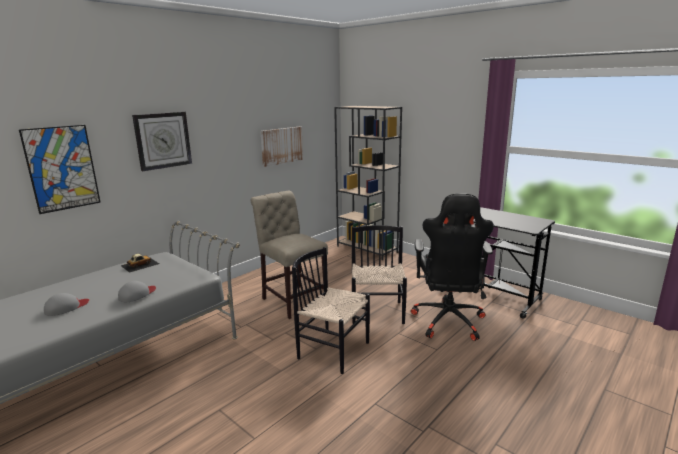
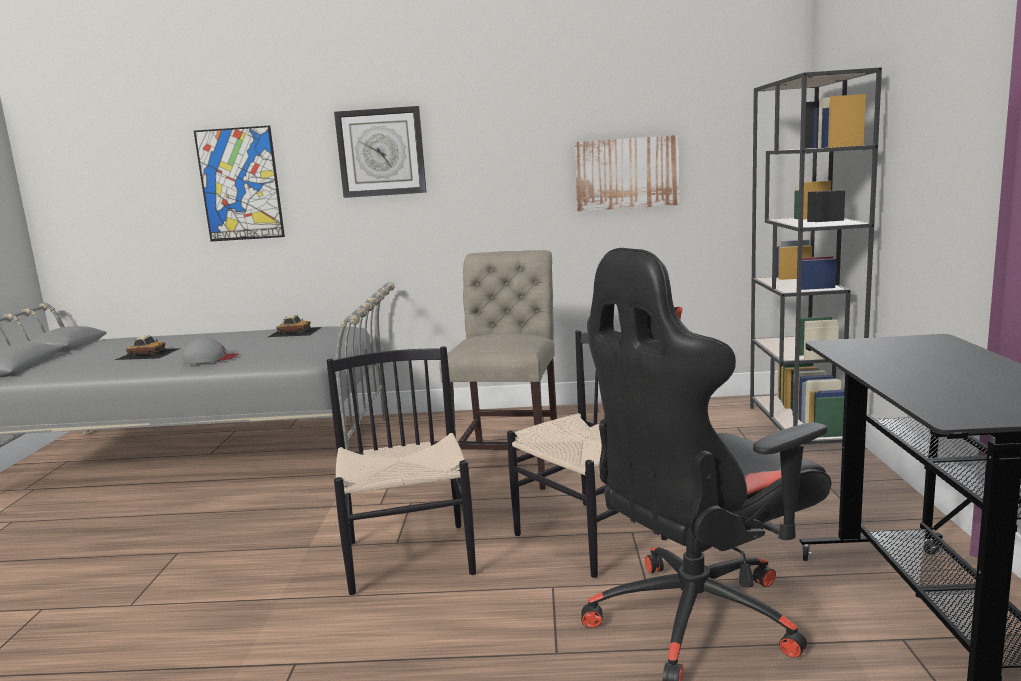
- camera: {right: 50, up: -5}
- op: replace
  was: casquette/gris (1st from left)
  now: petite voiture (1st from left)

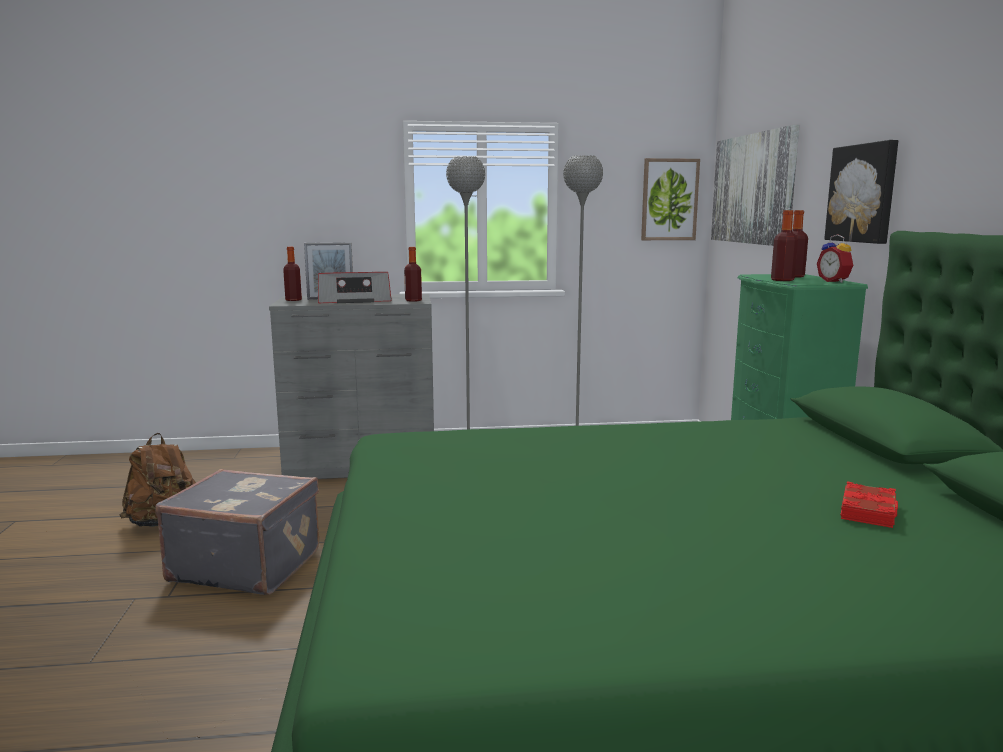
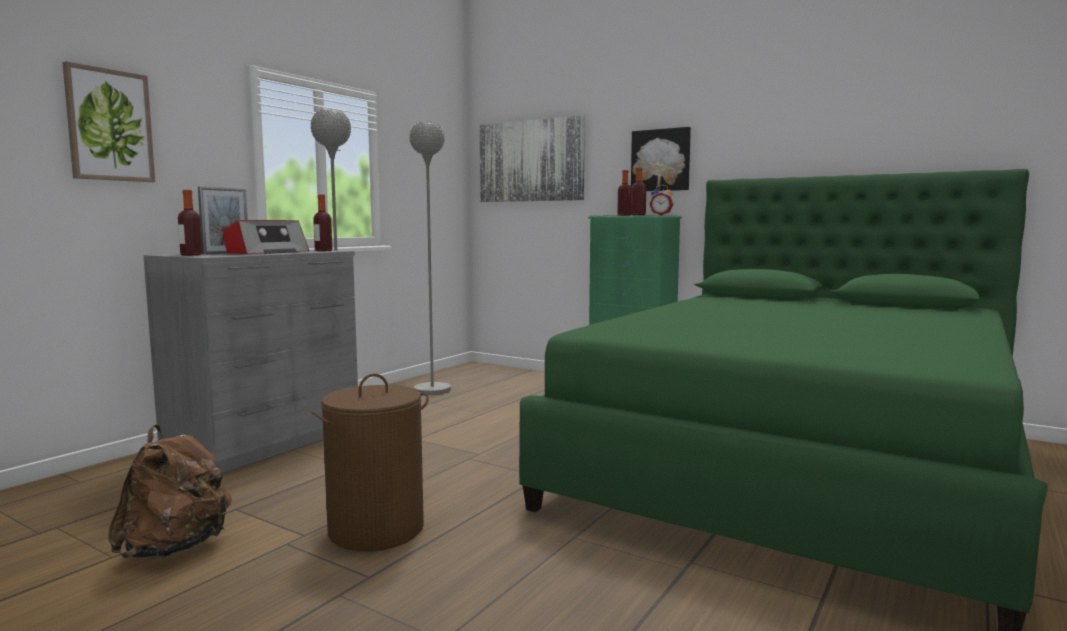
- camera: {right: -50, up: -5}
- op: move
  was: tableau (1st from left)
- op: replace
  was: valise/gris
  now: panier à linge/marron
- op: delete
  was: livre/rouge

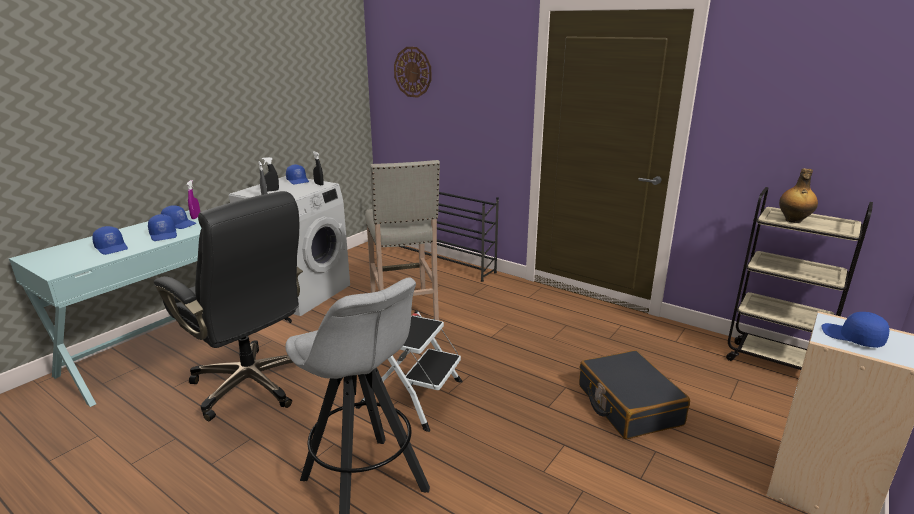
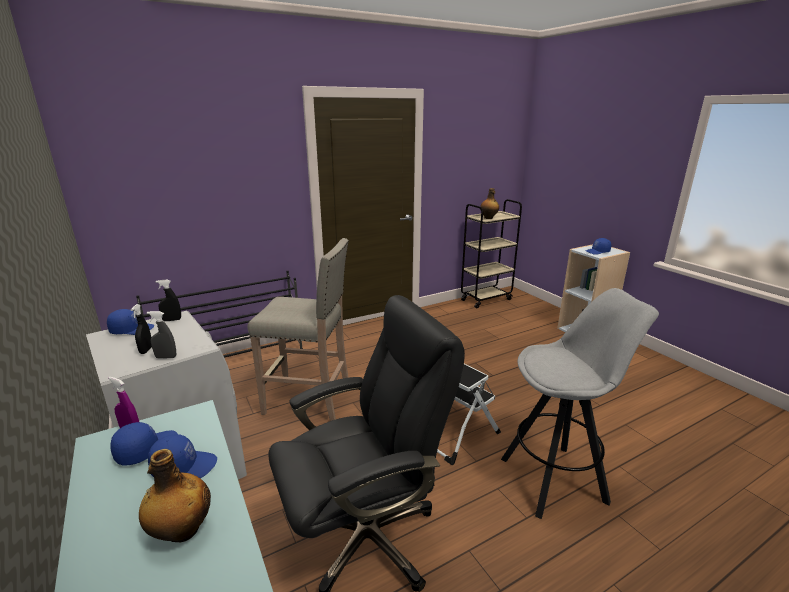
- camera: {right: -65, up: 0}
- op: delete
  was: horloge murale
- op: replace
  was: casquette/bleu (1st from left)
  now: bouteille (1st from left)
- op: delete
  was: valise/noir

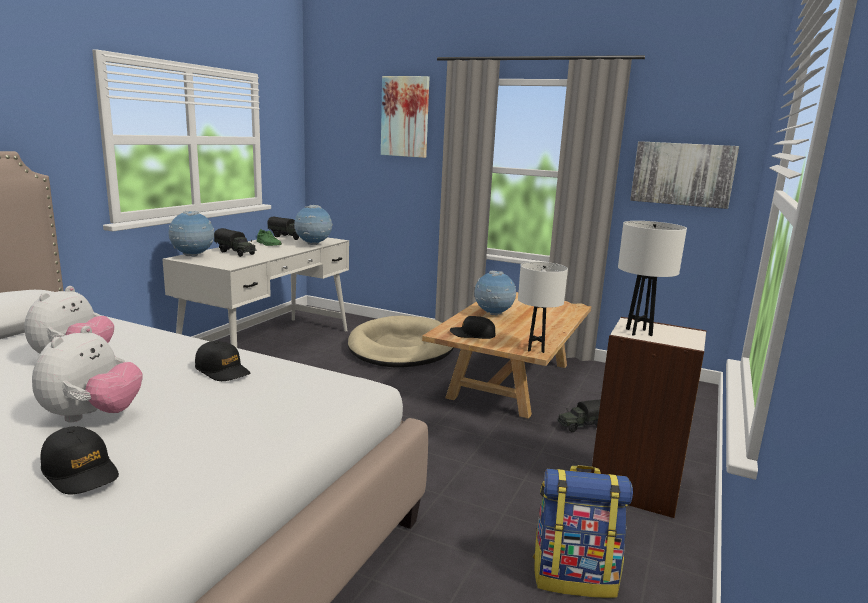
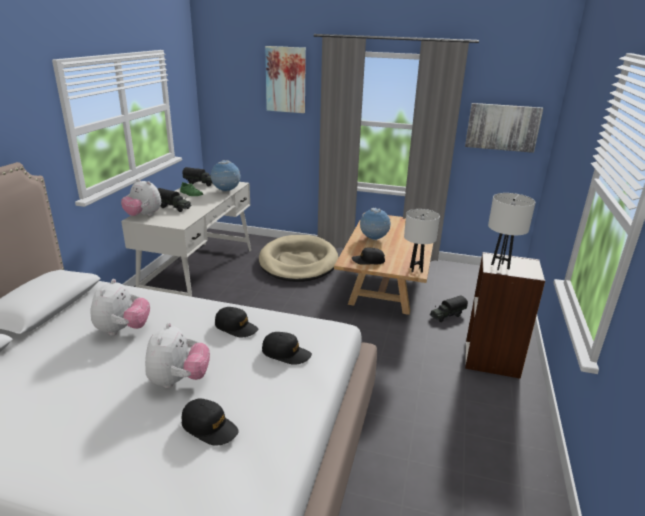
- camera: {right: -10, up: 10}
- op: replace
  was: globe (1st from left)
  now: peluche (2nd from left)
- op: delete
  was: sac à dos
- op: insert
  now: casquette/noir (3rd from left)

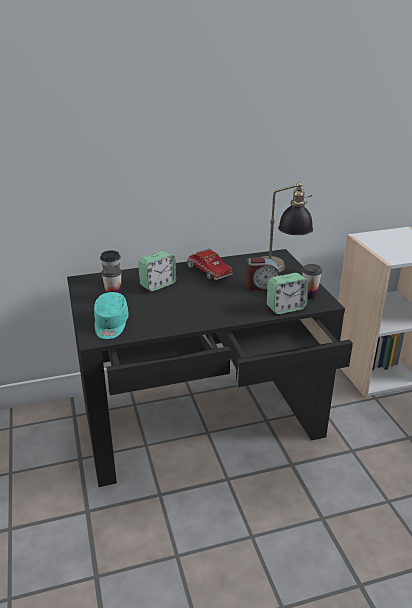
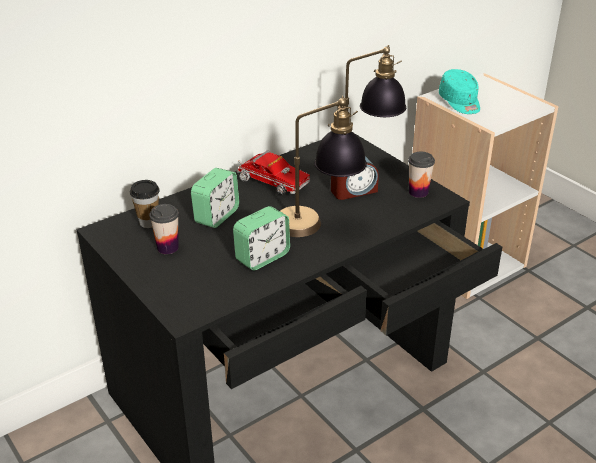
- camera: {right: -20, up: 5}
- op: move
  was: réveil (3rd from left in the first image)
  now: réveil (2nd from left)
- op: move
  was: casquette/turquoise
- op: insert
  now: lampe de table (1st from left)

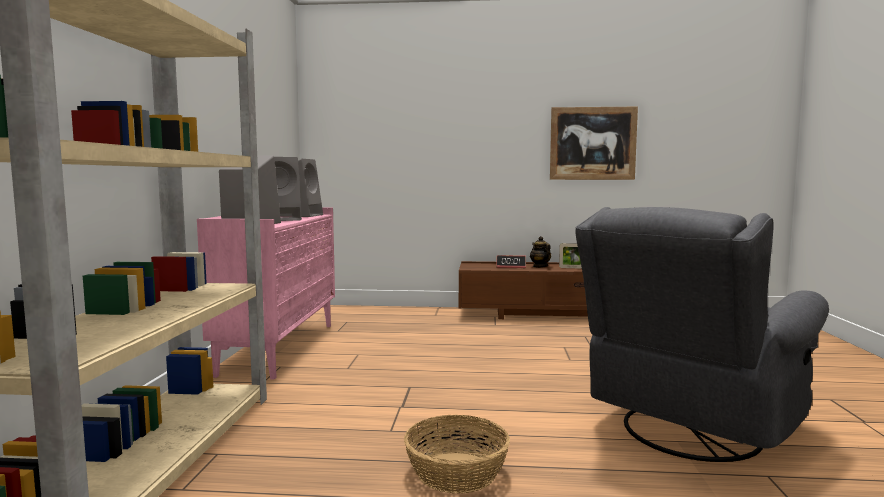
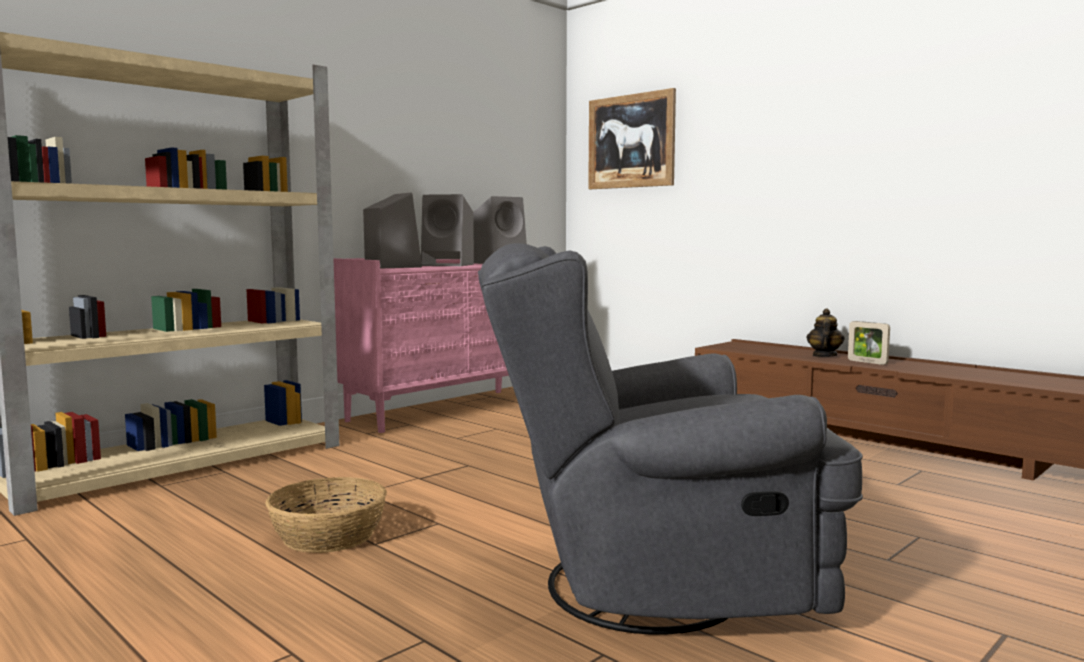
- camera: {right: 40, up: 0}
- op: move
  was: tableau
- op: delete
  was: réveil

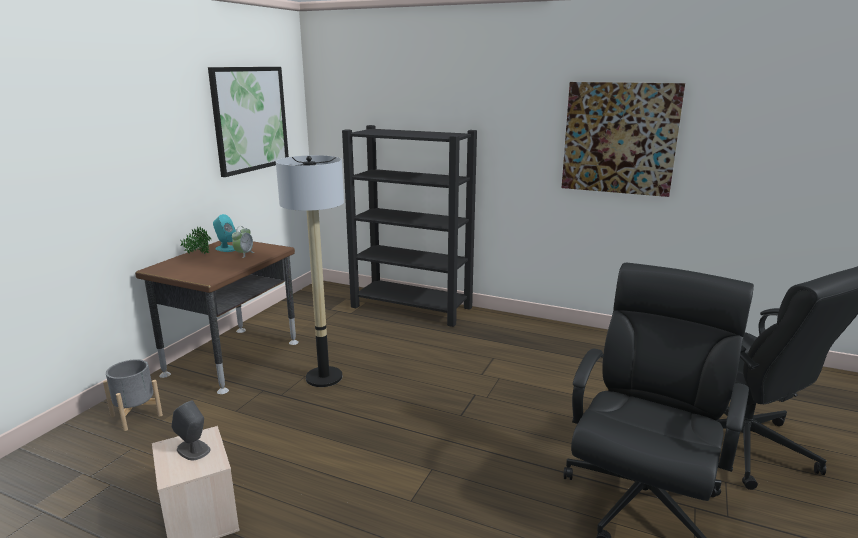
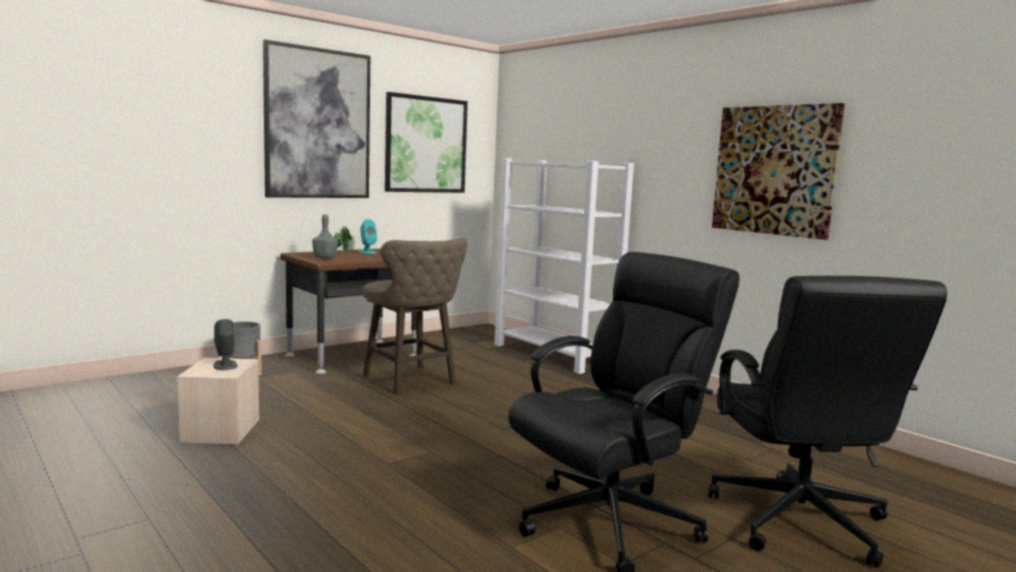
- camera: {right: 25, up: -10}
- op: recolor
  was: bibliothèque/noir
  now: bibliothèque/blanc
- op: replace
  was: lampadaire
  now: tabouret/beige
- op: delete
  was: réveil
- op: insert
  now: tableau (1st from left)
- op: insert
  now: bouteille/gris

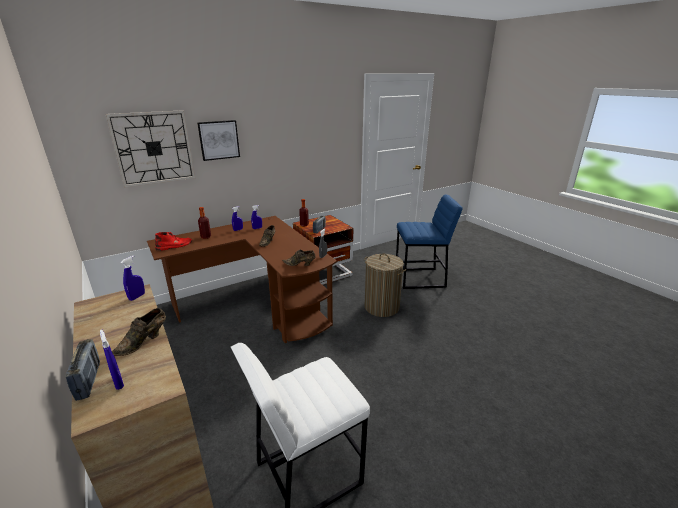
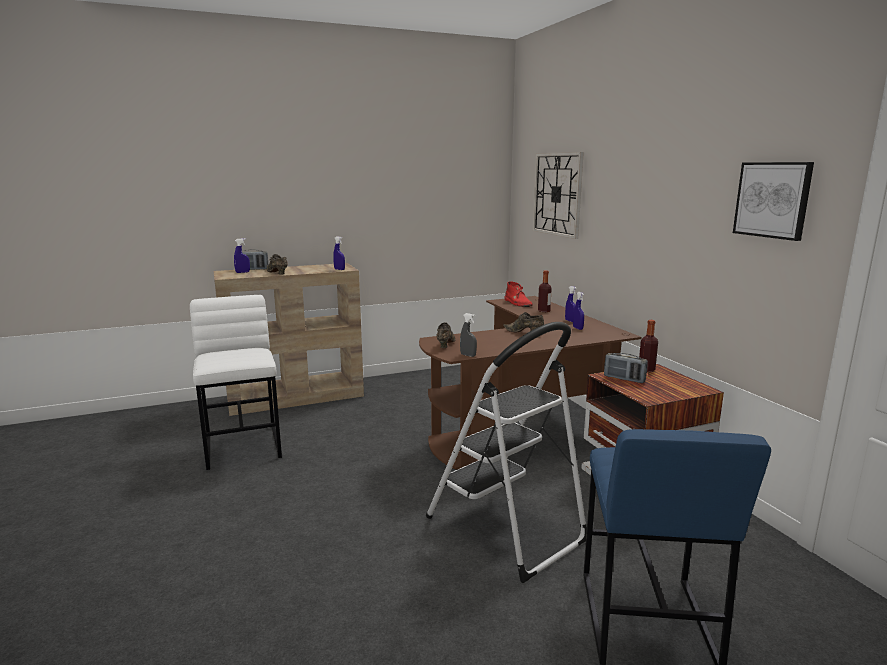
- camera: {right: 100, up: -10}
- op: move
  was: tableau
- op: replace
  was: panier à linge
  now: escabeau

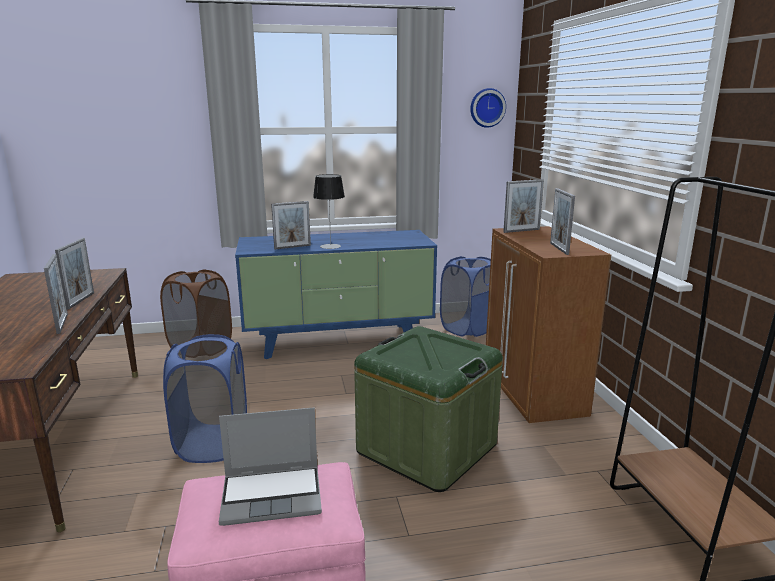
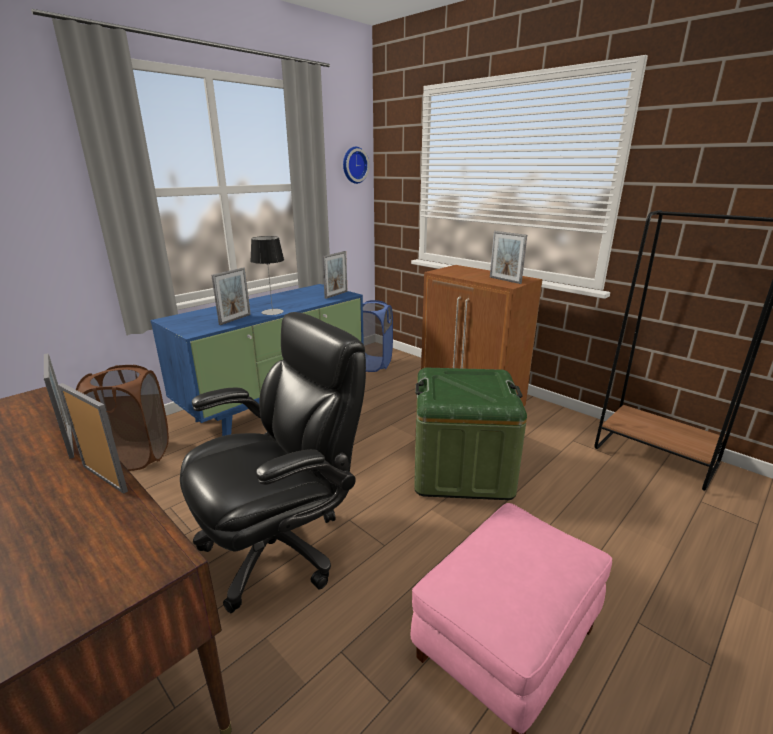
- camera: {right: -35, up: 5}
- op: move
  was: cadre photo (4th from left)
- op: replace
  was: panier à linge/bleu (1st from left)
  now: chaise de bureau/noir
- op: delete
  was: ordinateur portable

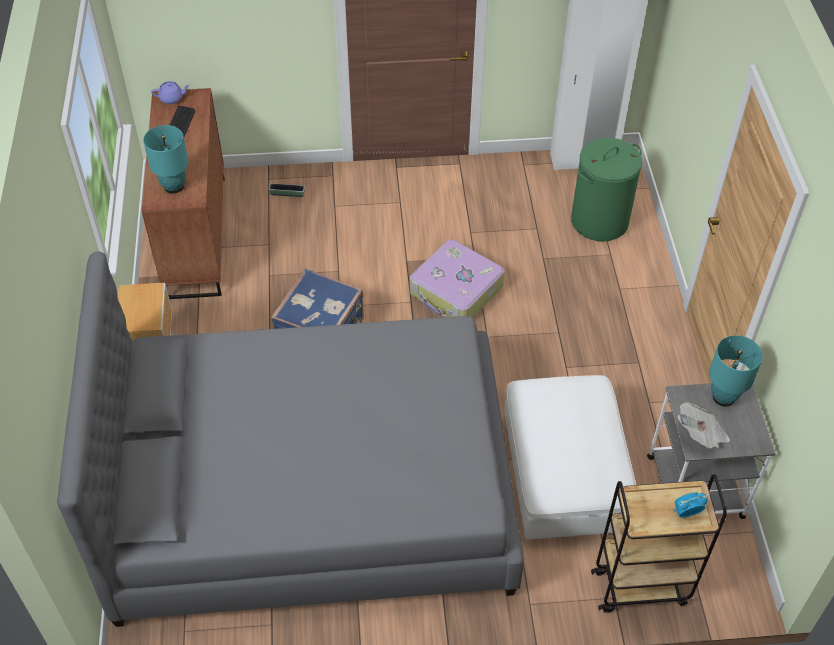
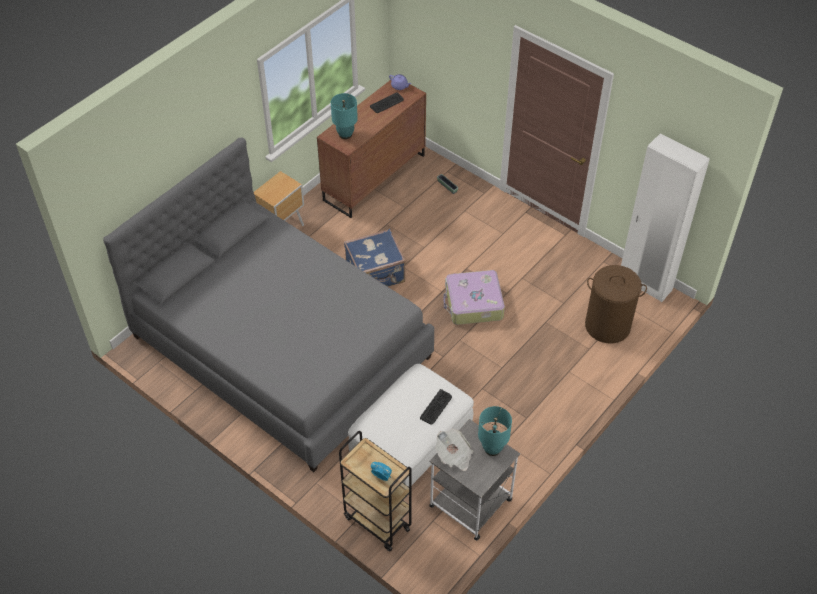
- camera: {right: 45, up: 0}
- op: recolor
  was: panier à linge/vert
  now: panier à linge/marron
- op: insert
  now: clavier (2nd from left)

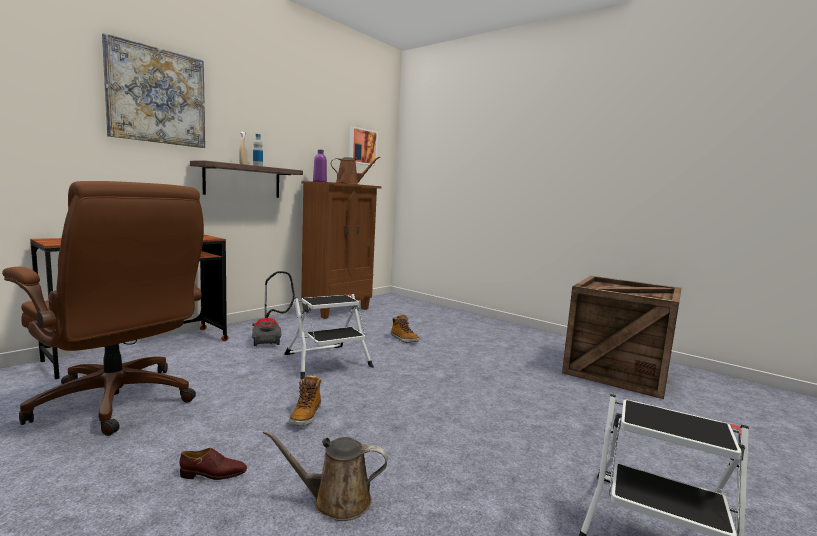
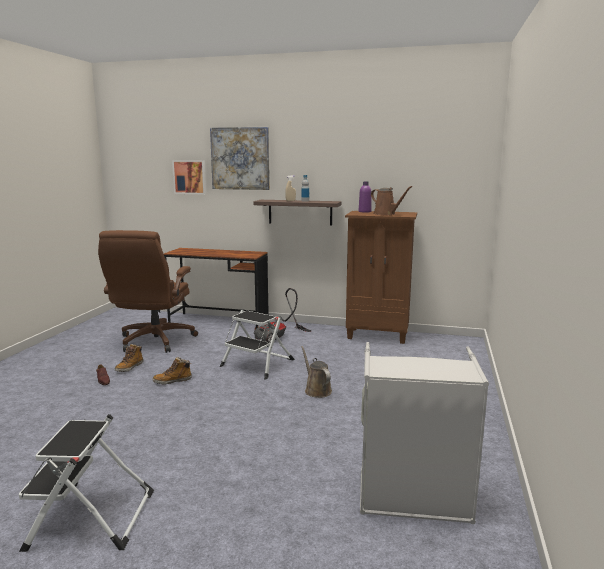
- camera: {right: 65, up: 5}
- op: move
  was: tableau (2nd from left in the first image)
  now: tableau (1st from left)
- op: replace
  was: caisse
  now: panier à linge/gris
- op: move
  was: botte (2nd from left in the first image)
  now: botte (1st from left)
- op: move
  was: arrosoir/marron (1st from left)

